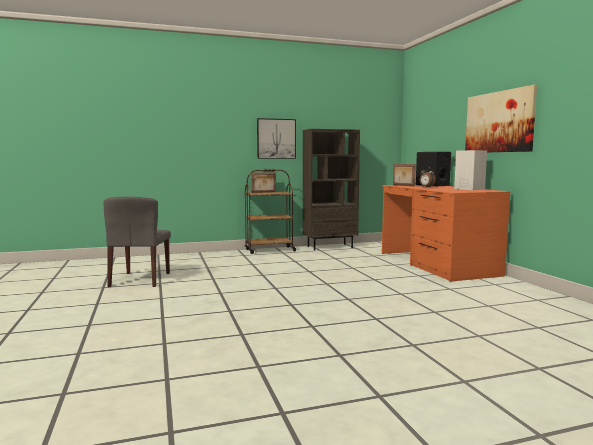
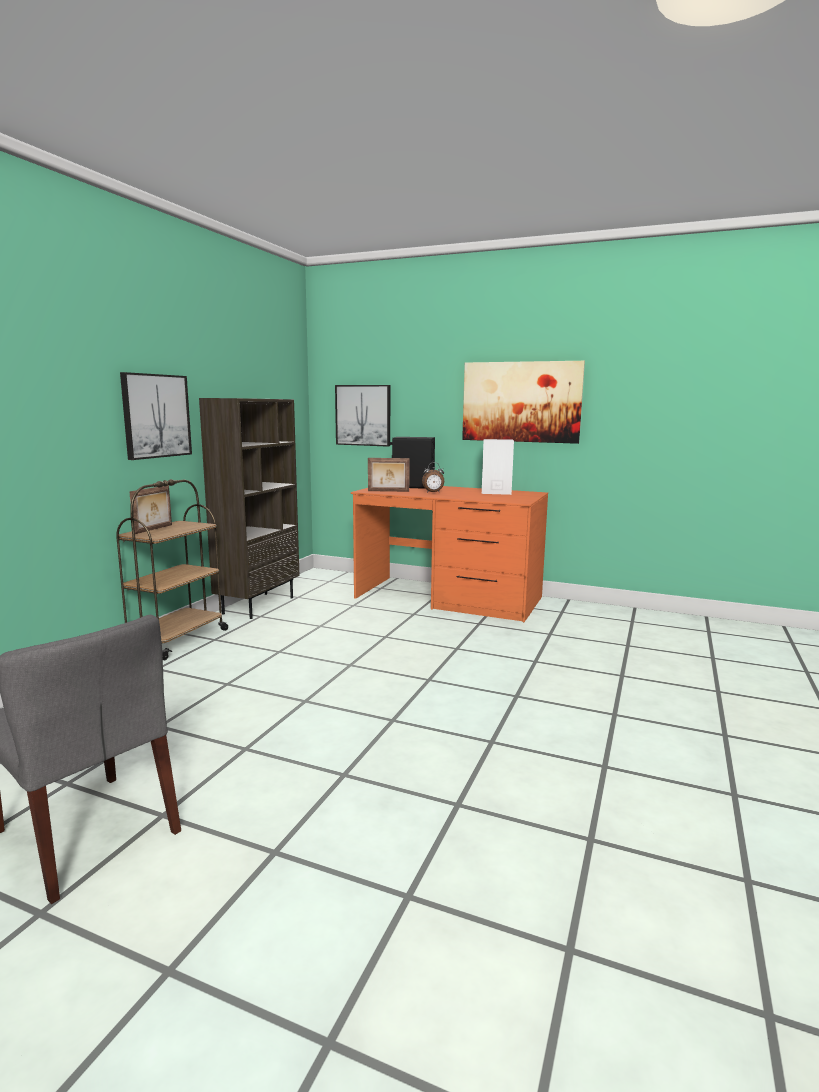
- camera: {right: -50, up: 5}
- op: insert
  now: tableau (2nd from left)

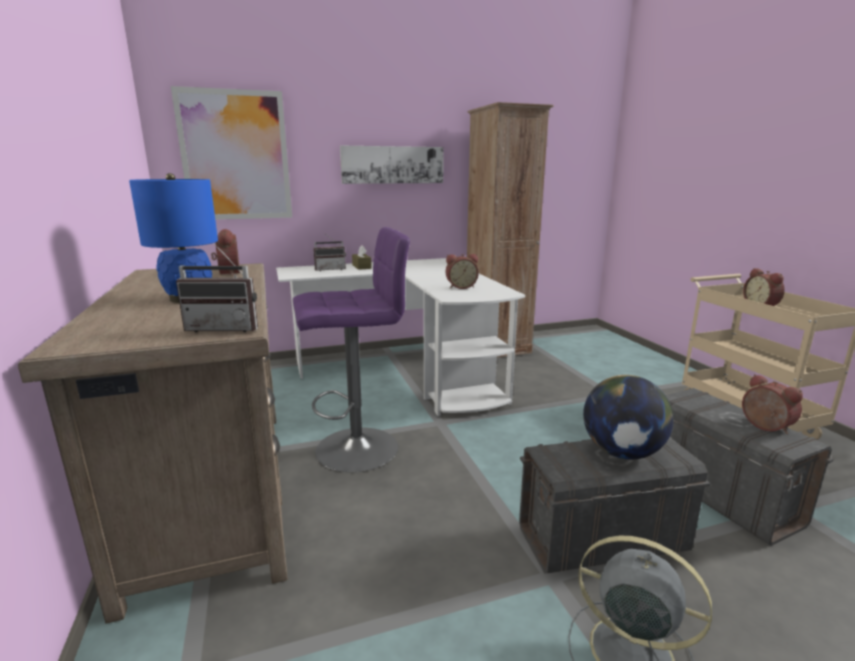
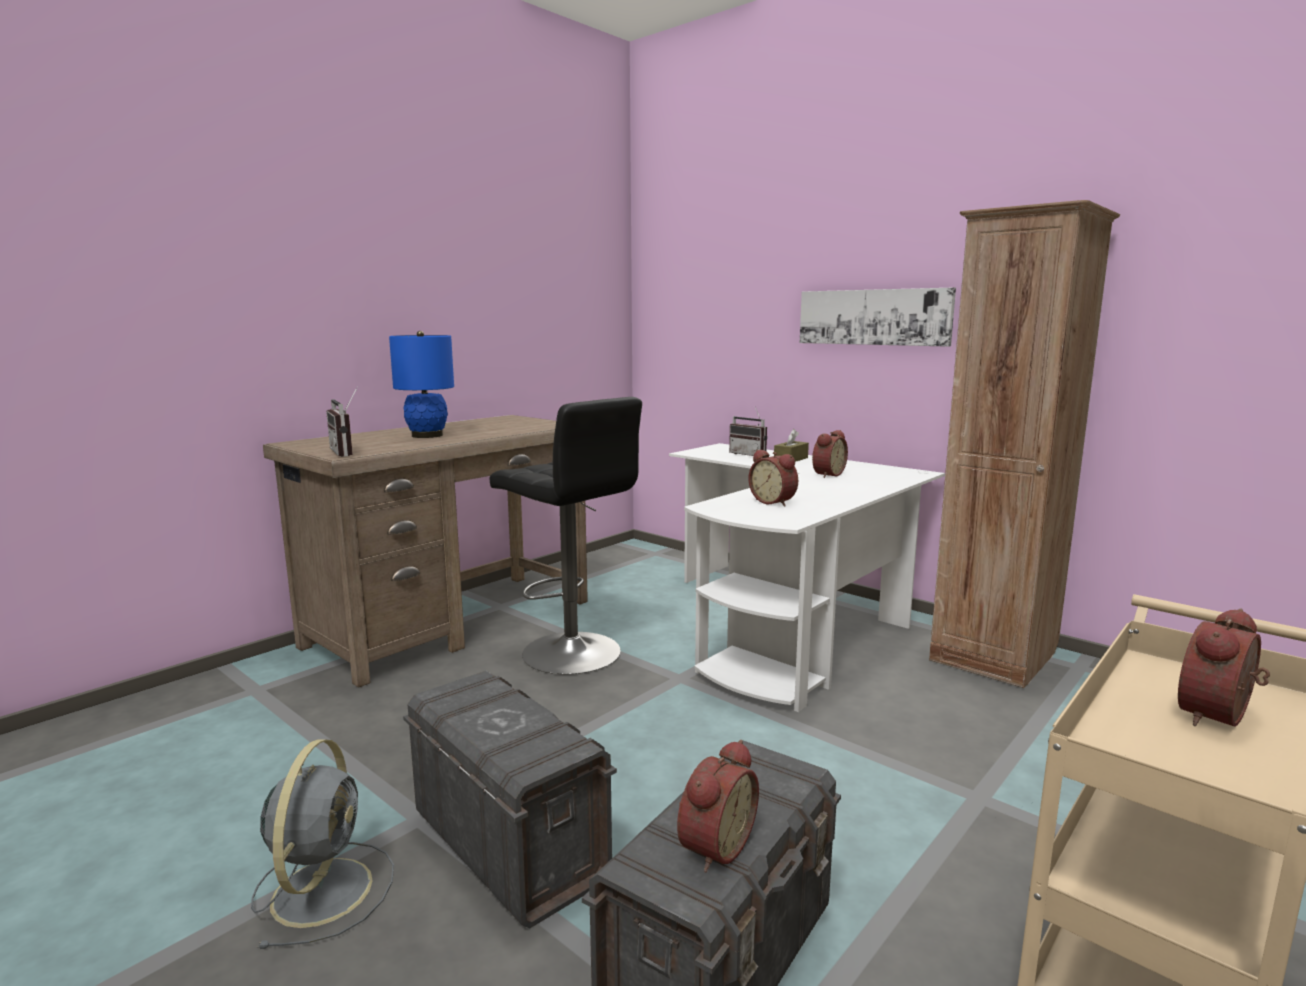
- camera: {right: 60, up: -5}
- op: delete
  was: tableau (1st from left)
- op: recolor
  was: tabouret/violet
  now: tabouret/noir
- op: move
  was: réveil (1st from left in the first image)
  now: réveil (3rd from left)
- op: delete
  was: globe

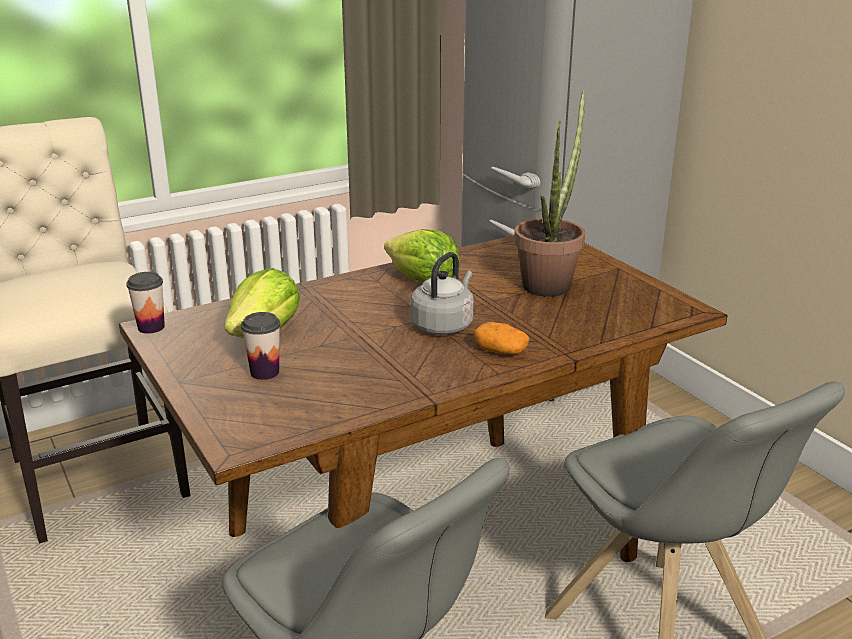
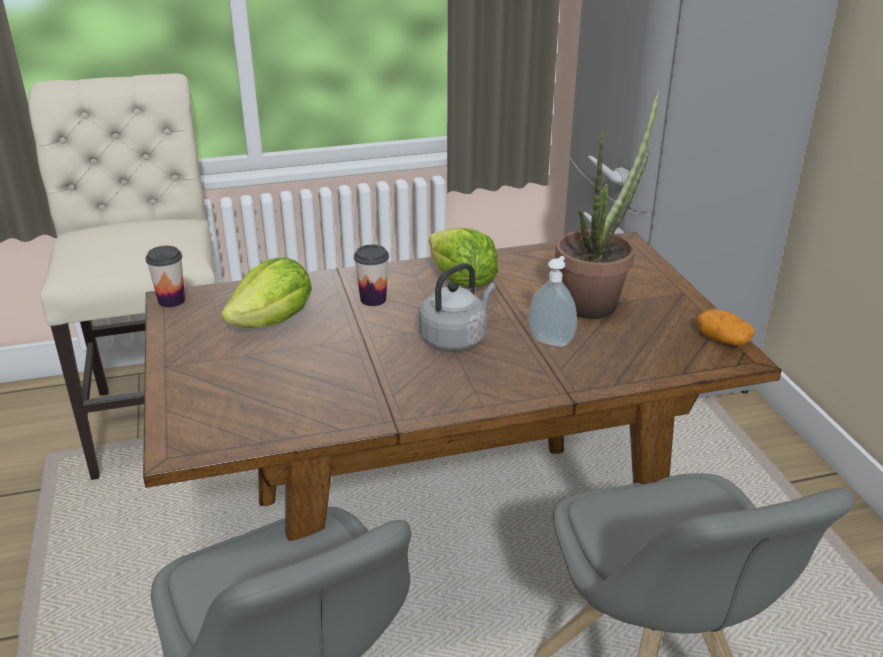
- camera: {right: 15, up: 5}
- op: move
  was: tasse (2nd from left)
- op: move
  was: pomme de terre
- op: insert
  now: distributeur de savon

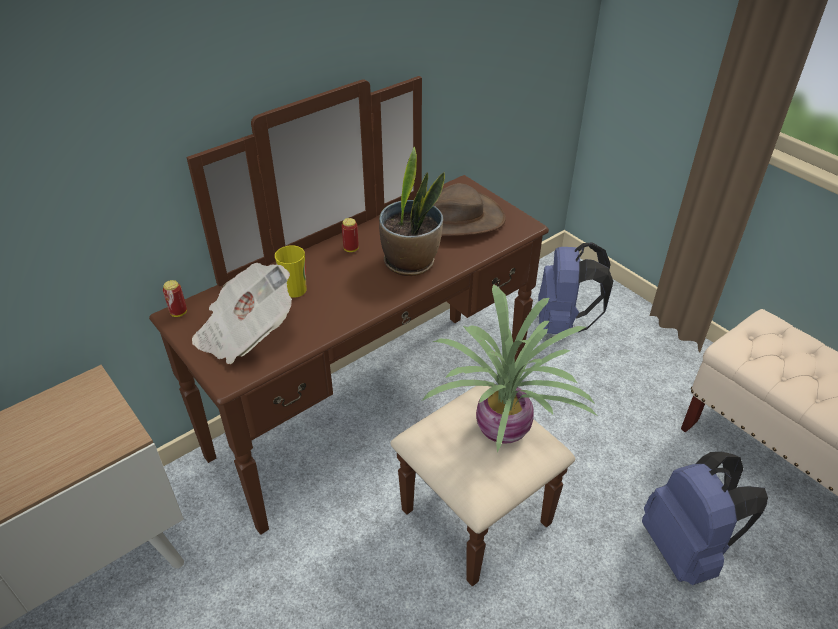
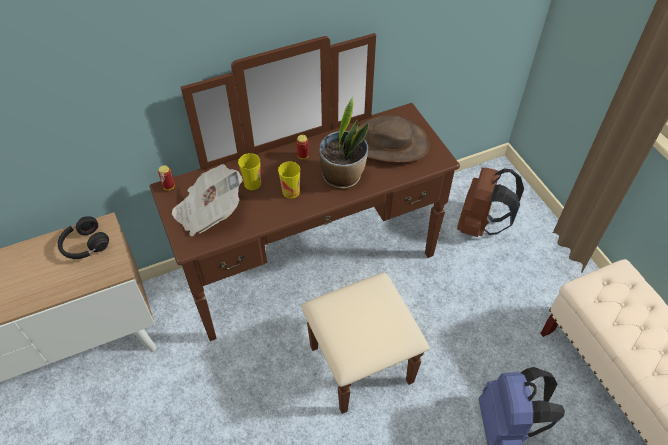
- camera: {right: 15, up: 10}
- op: recolor
  was: sac à dos/bleu (1st from left)
  now: sac à dos/marron
- op: delete
  was: plante en pot (2nd from left)
- op: insert
  now: tasse (2nd from left)
- op: insert
  now: casque audio/noir

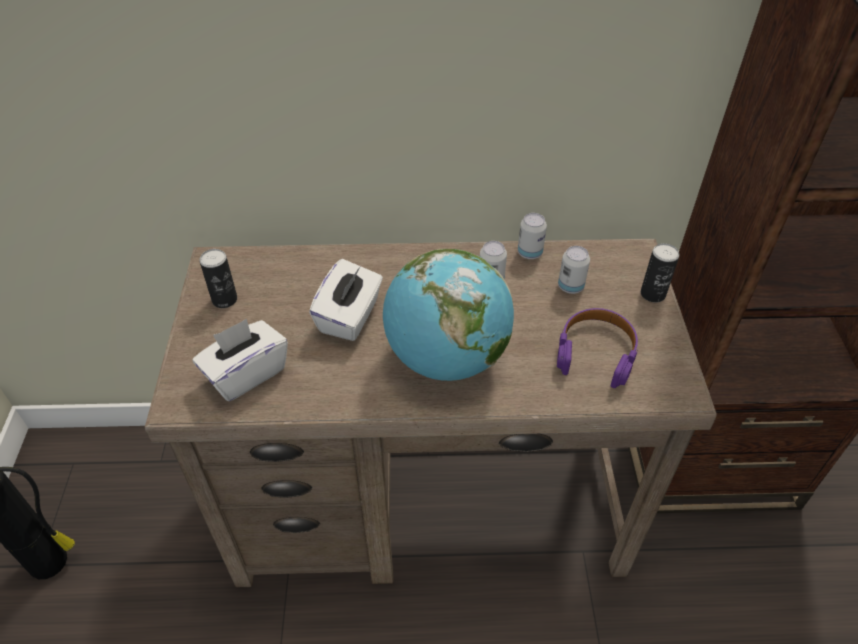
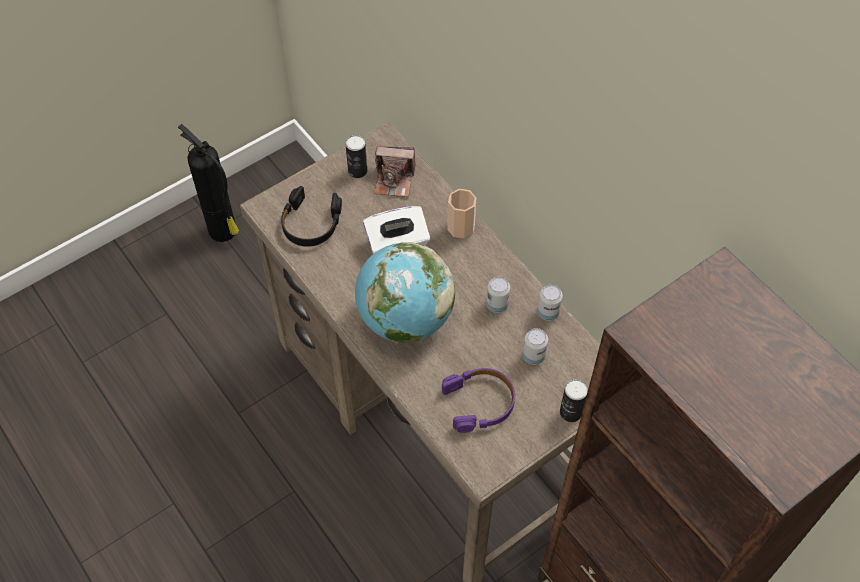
- camera: {right: 55, up: 10}
- op: replace
  was: boîte à mouchoirs/blanc (1st from left)
  now: casque audio/noir
- op: insert
  now: appareil photo
- op: insert
  now: tasse

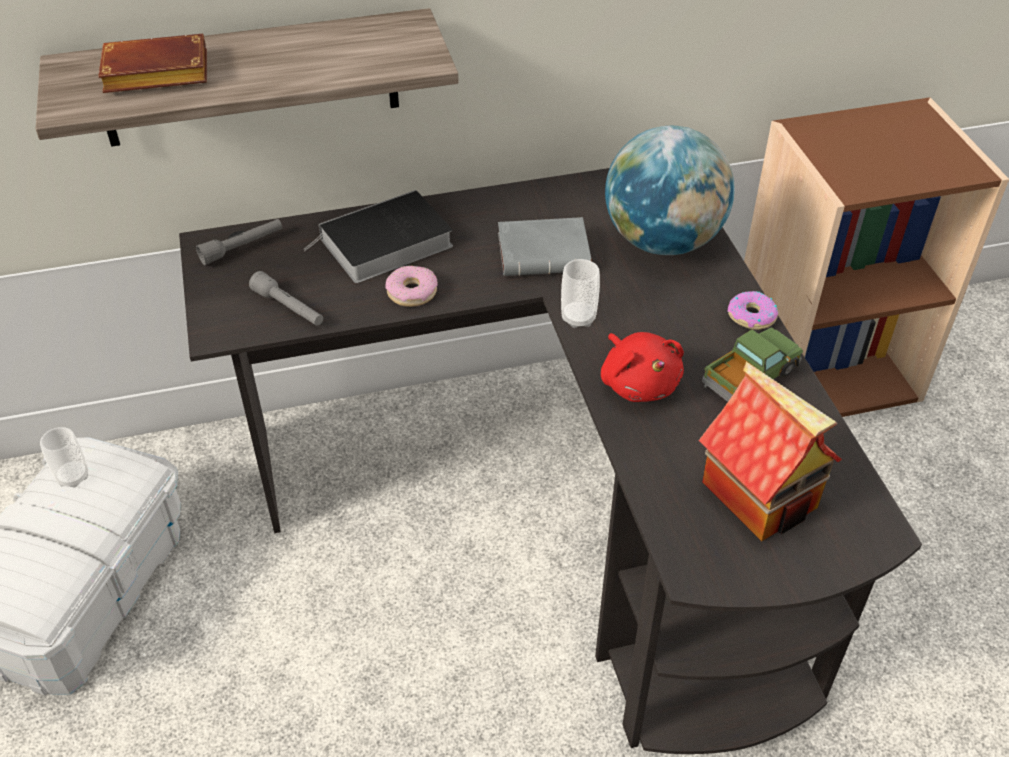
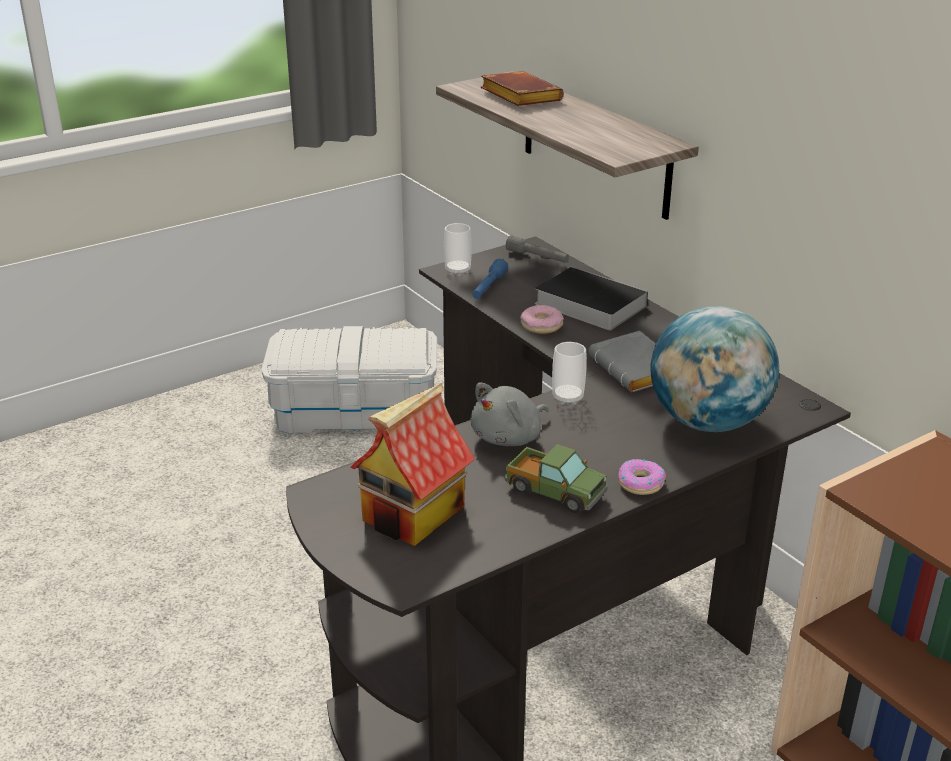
- camera: {right: 70, up: -15}
- op: recolor
  was: lampe de poche/gris (2nd from left)
  now: lampe de poche/bleu
- op: recolor
  was: peluche/rouge
  now: peluche/gris
- op: move
  was: tasse (1st from left)

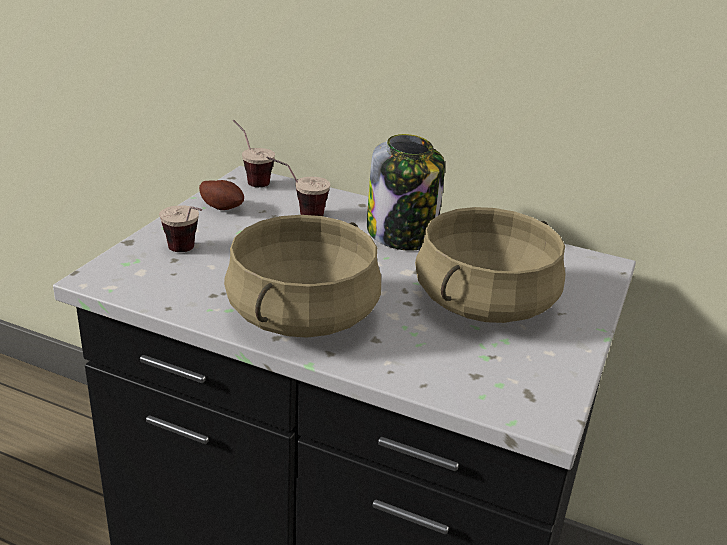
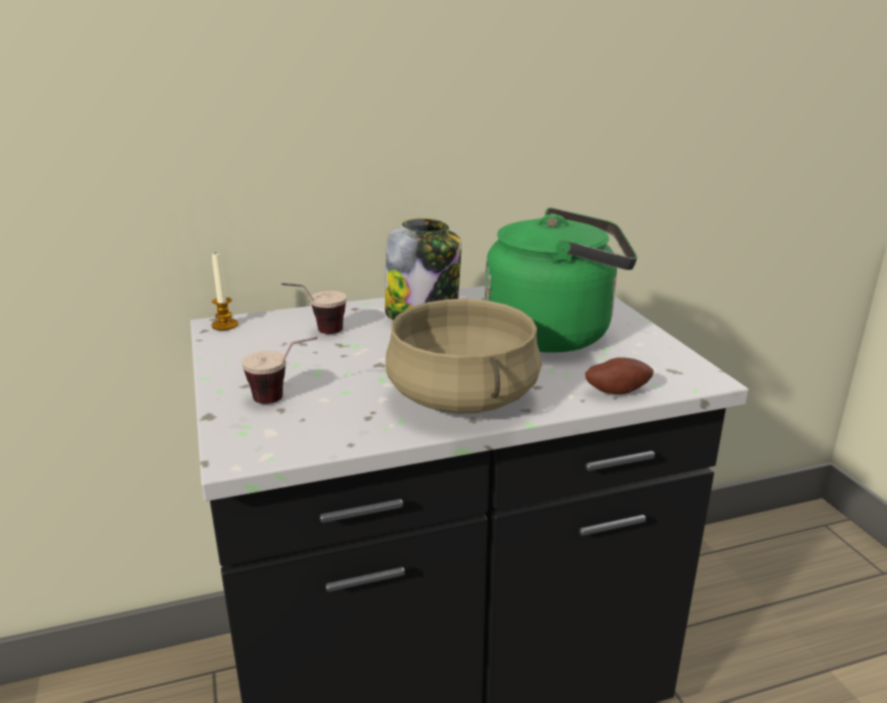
- camera: {right: -40, up: -5}
- op: replace
  was: tasse (2nd from left)
  now: bougie
- op: move
  was: pomme de terre
- op: replace
  was: marmite/beige (2nd from left)
  now: bouilloire/vert

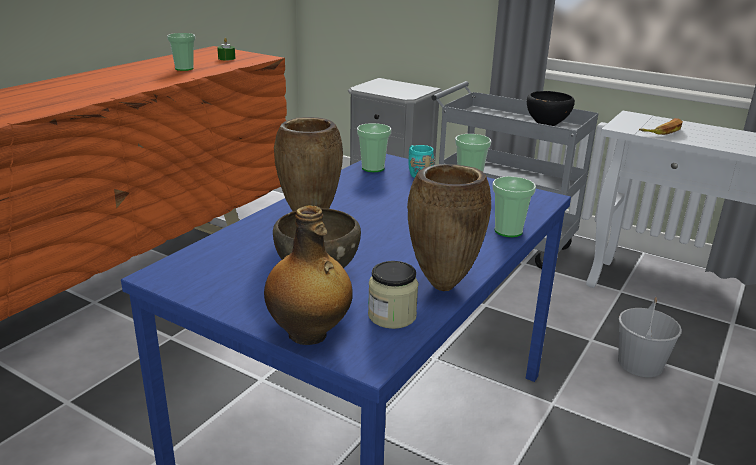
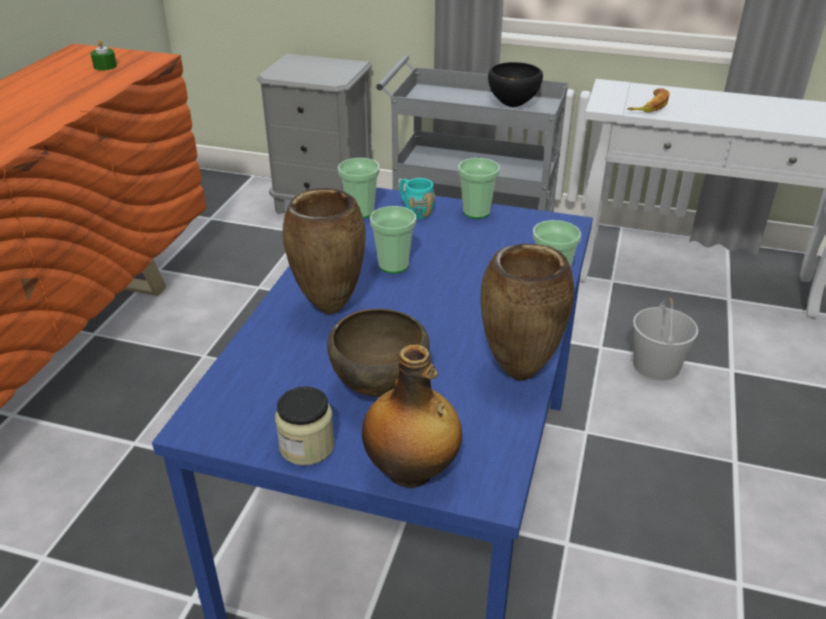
- camera: {right: -15, up: 10}
- op: move
  was: tasse (1st from left in the first image)
  now: tasse (2nd from left)
- op: move
  was: bocal

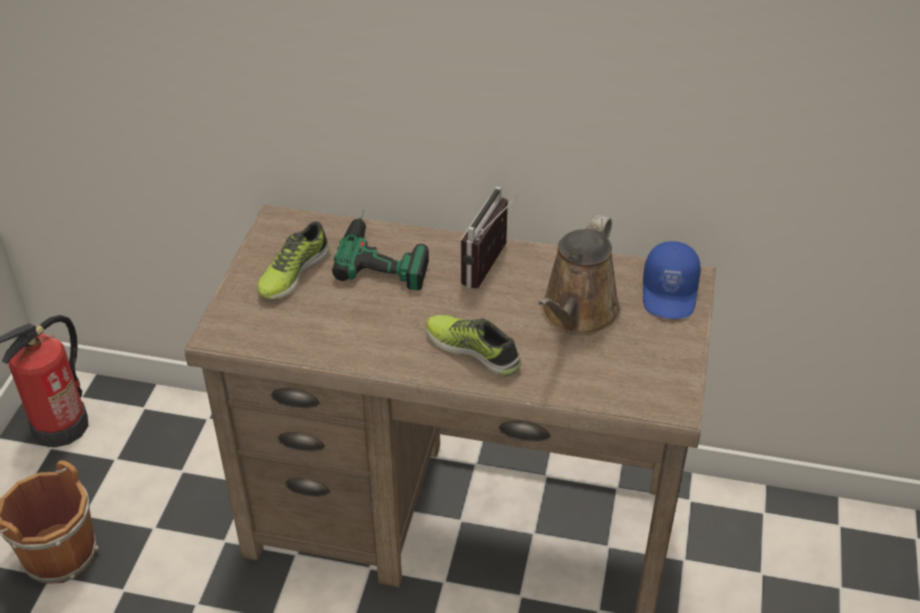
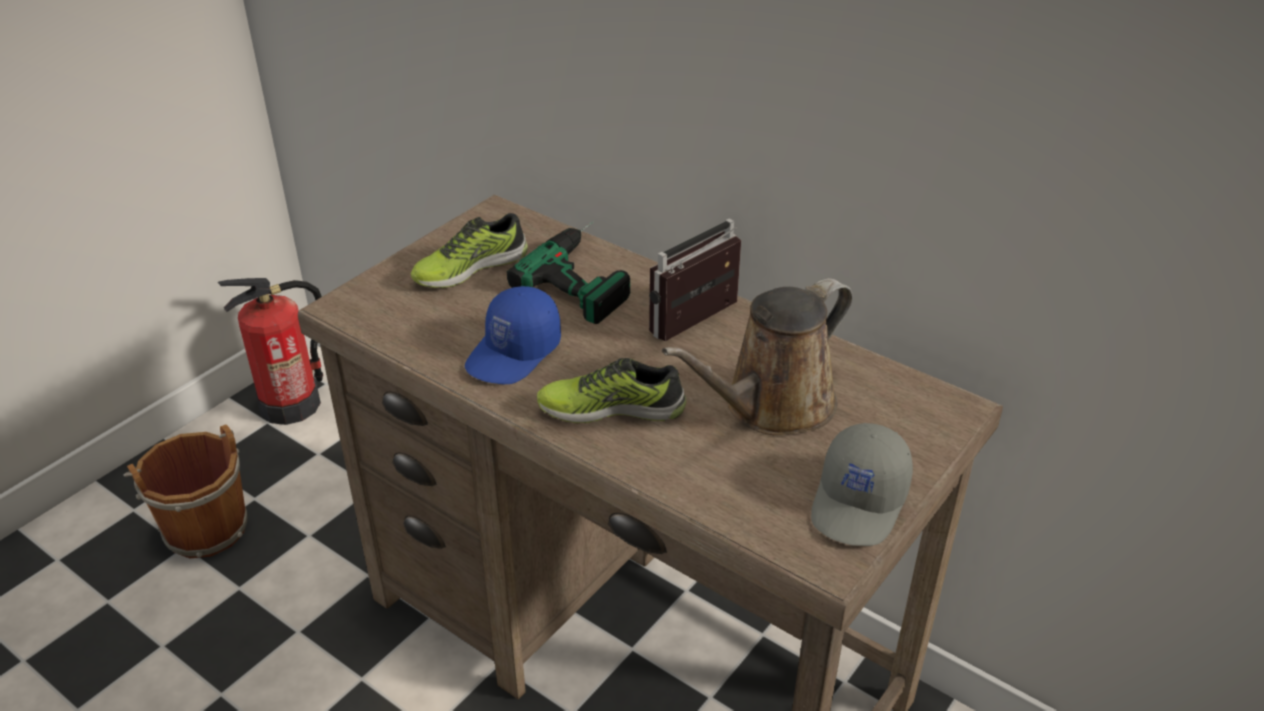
- camera: {right: 25, up: -5}
- op: move
  was: casquette/bleu
- op: rotate
  was: chaussure (2nd from left)
  clockwise: -60
- op: insert
  now: casquette/gris

